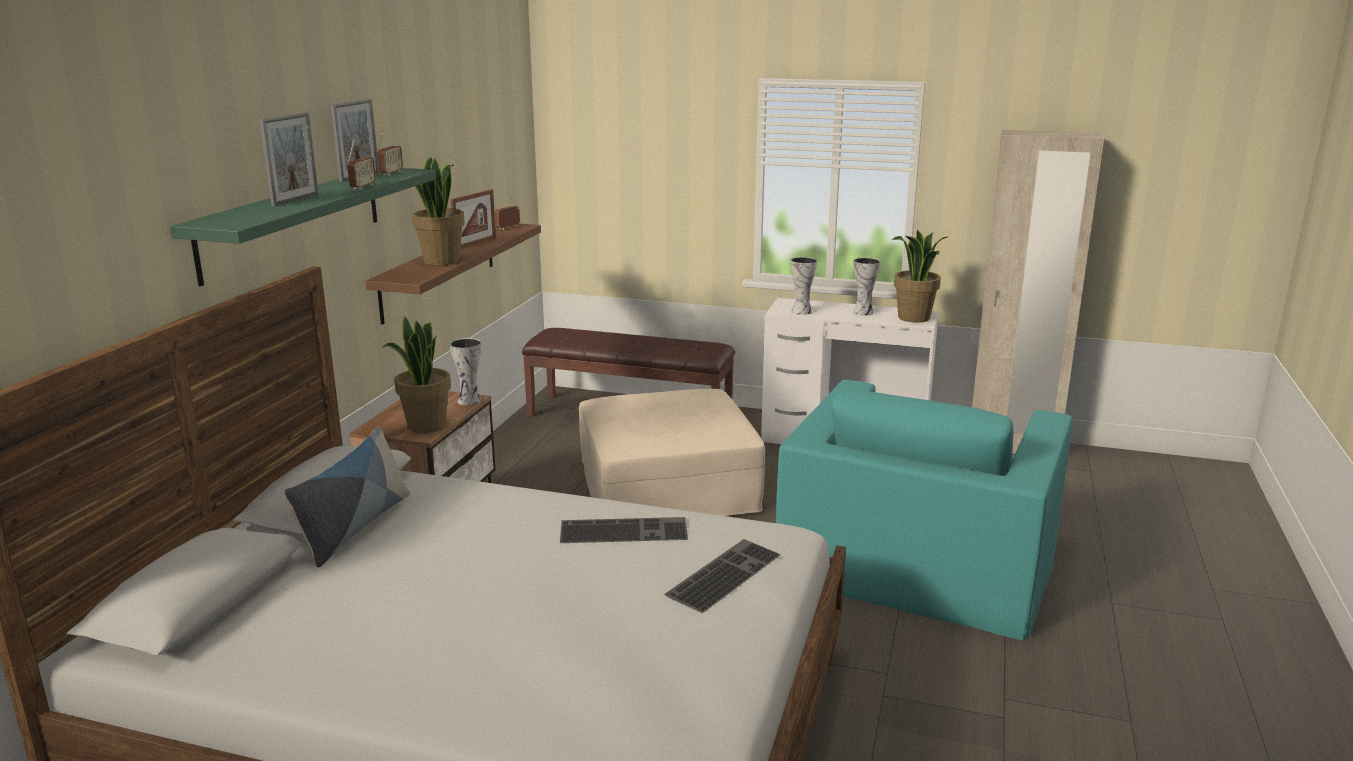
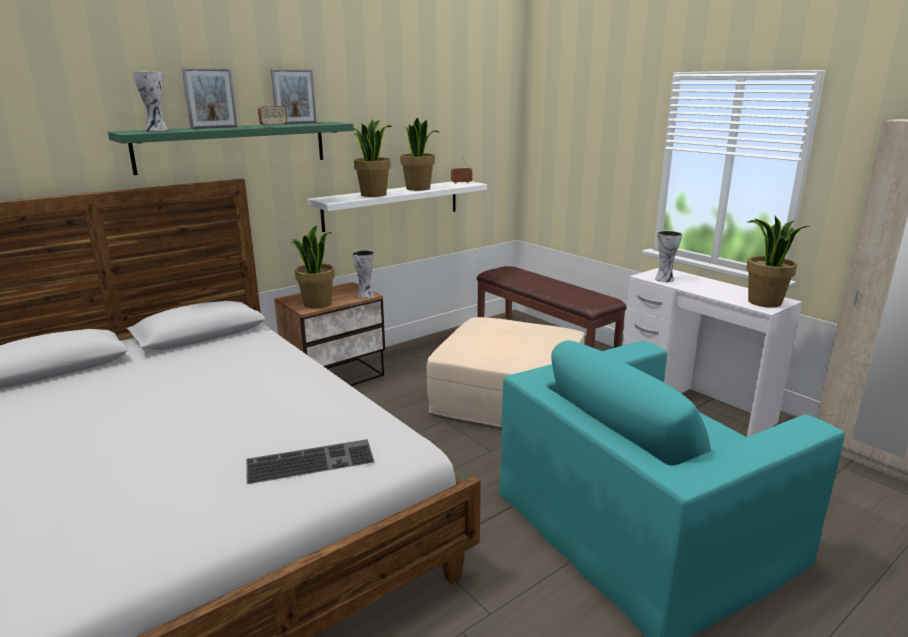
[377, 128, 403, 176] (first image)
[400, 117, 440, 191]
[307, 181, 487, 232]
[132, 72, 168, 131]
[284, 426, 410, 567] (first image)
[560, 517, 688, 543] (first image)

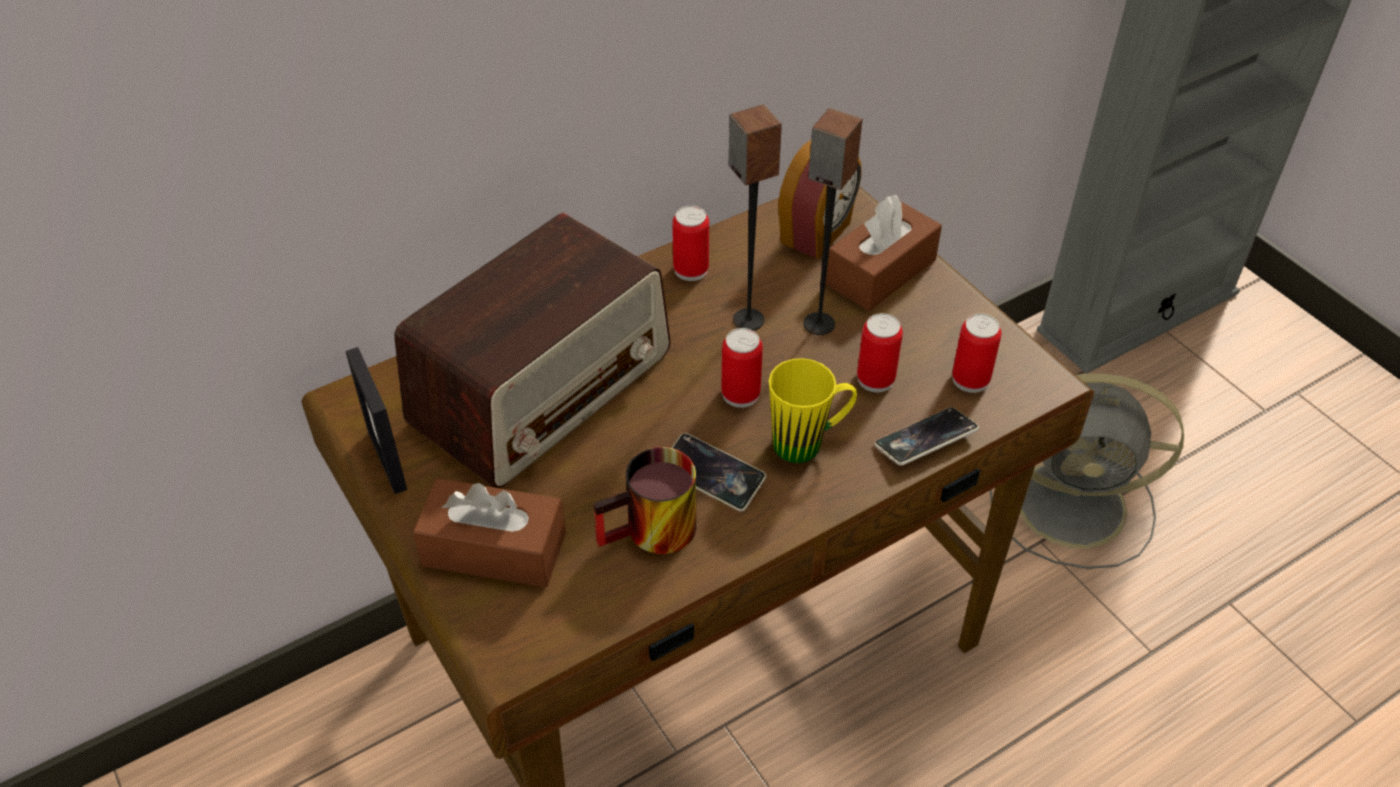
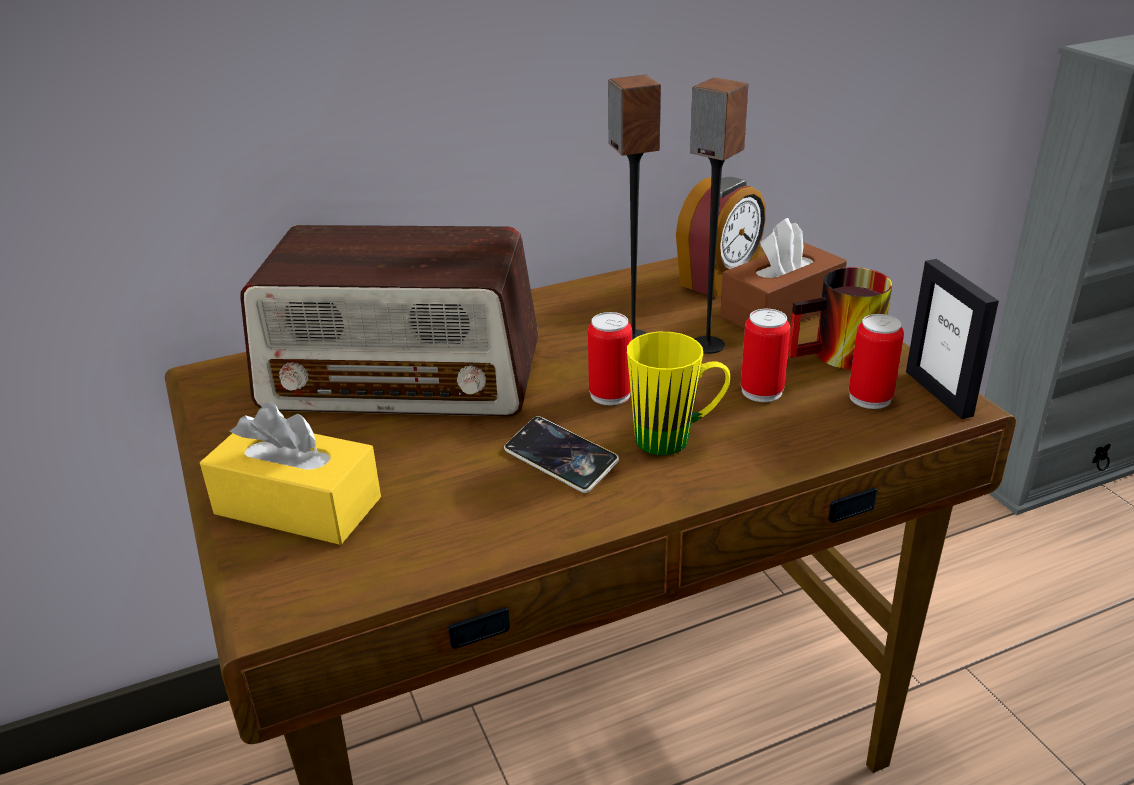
[672, 206, 709, 281] (first image)
[240, 225, 538, 417]
[906, 259, 999, 419]
[990, 373, 1184, 569] (first image)
[874, 407, 979, 466] (first image)
[788, 267, 893, 370]
[200, 402, 381, 545]

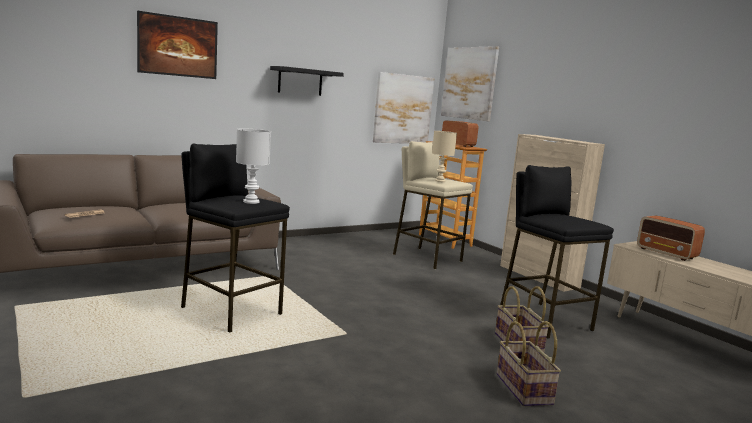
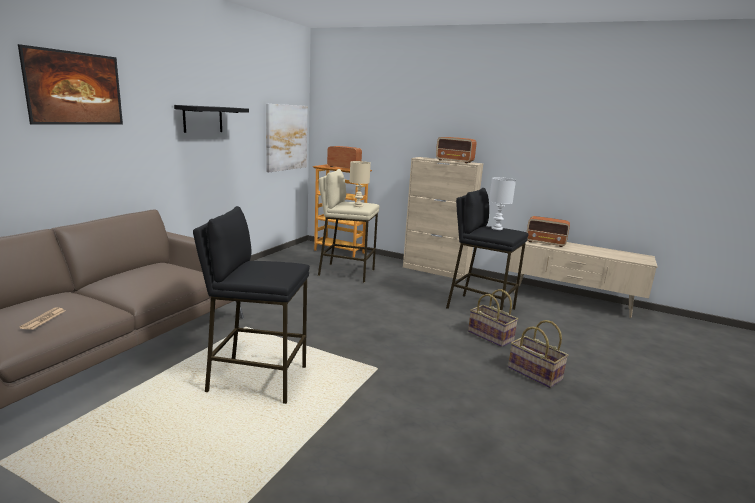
[441, 46, 499, 122] (first image)
[489, 177, 516, 230]
[436, 137, 477, 163]

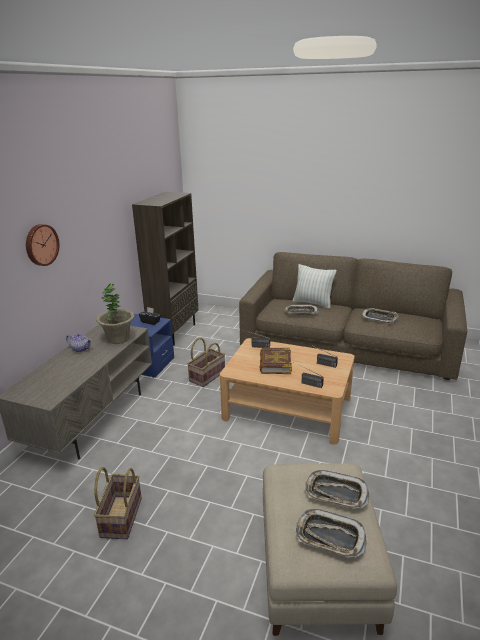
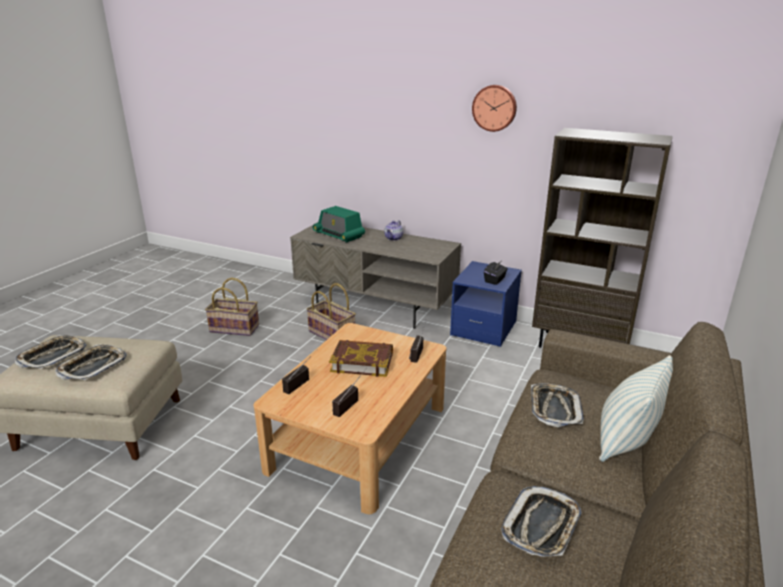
[472, 85, 517, 132]
[96, 283, 135, 344] (first image)
[306, 283, 356, 340]
[312, 206, 365, 243]

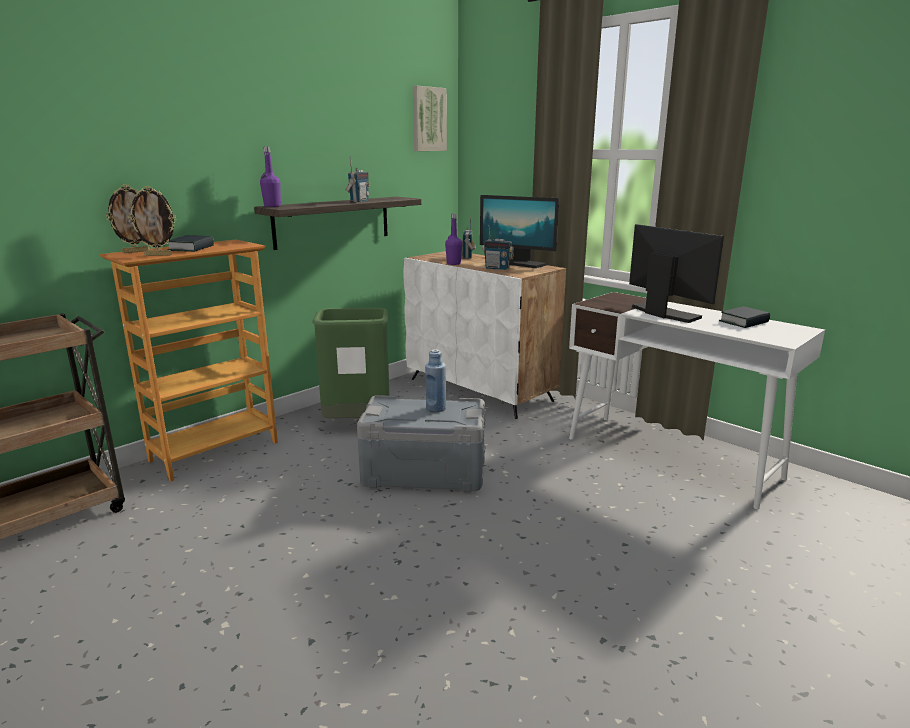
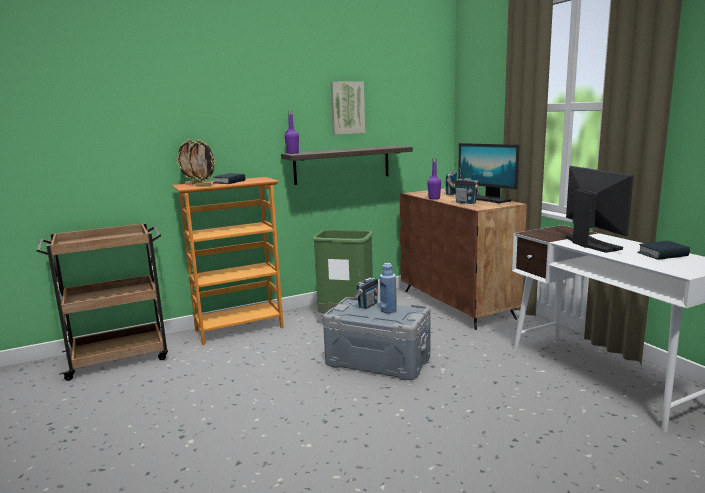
[331, 81, 365, 135]
[354, 270, 378, 309]
[400, 188, 527, 330]

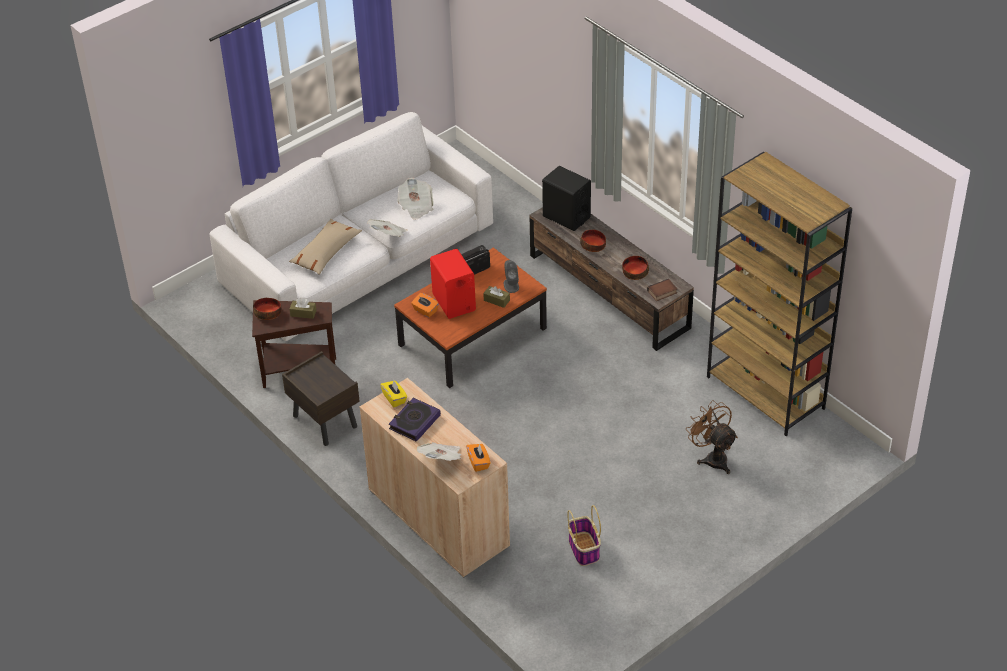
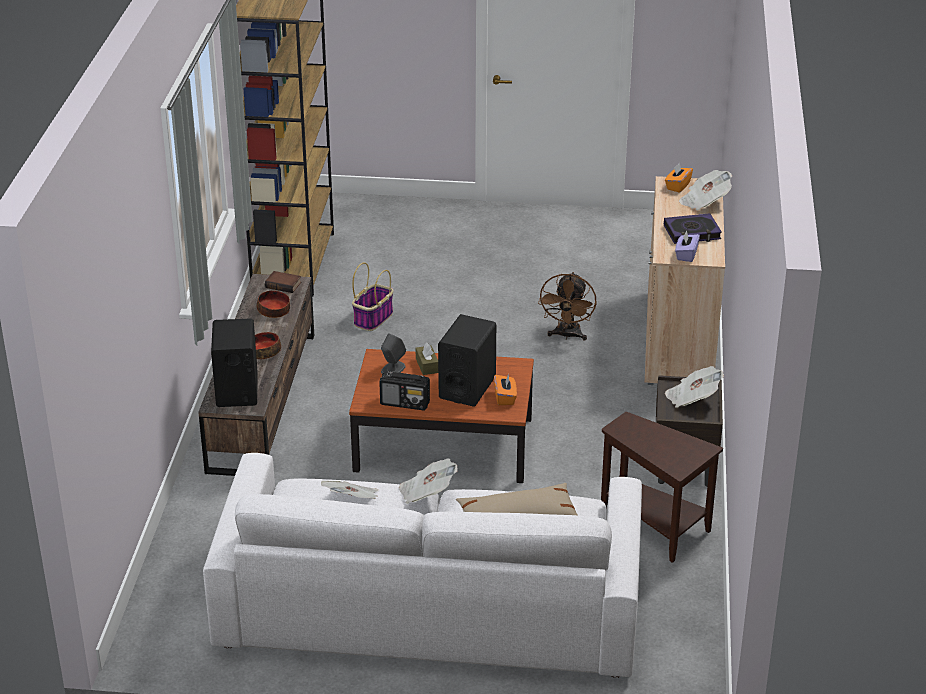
[438, 314, 496, 407]
[253, 298, 281, 320] (first image)
[290, 298, 317, 319] (first image)
[675, 230, 700, 262]
[538, 272, 597, 341]
[352, 263, 393, 331]
[665, 366, 724, 408]

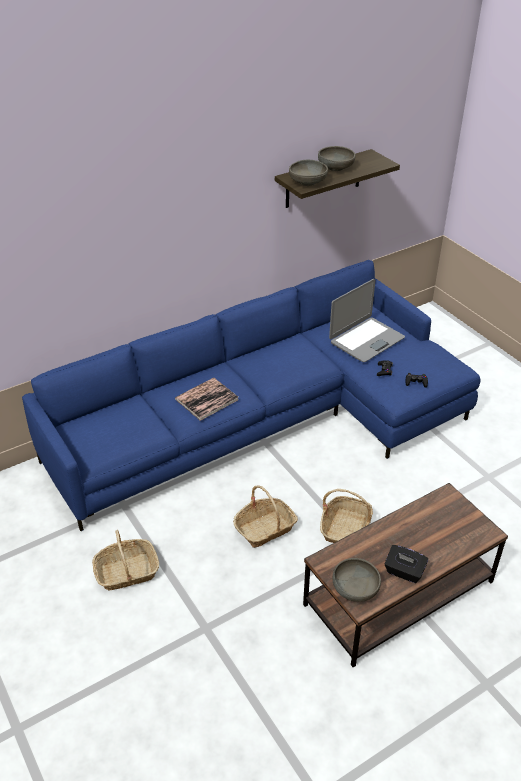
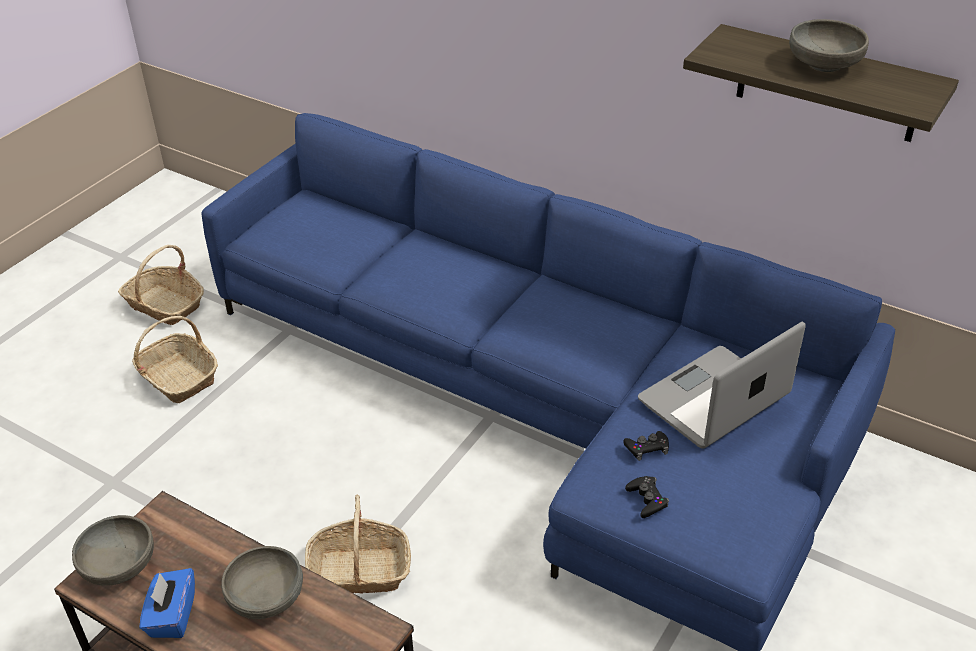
[221, 546, 303, 619]
[638, 322, 806, 449]
[175, 378, 239, 421] (first image)
[118, 245, 204, 325]
[139, 568, 195, 638]

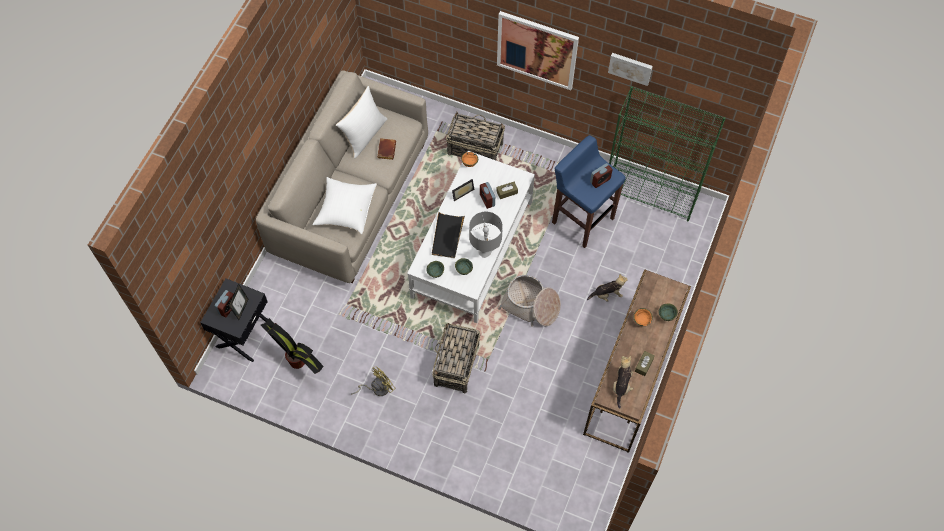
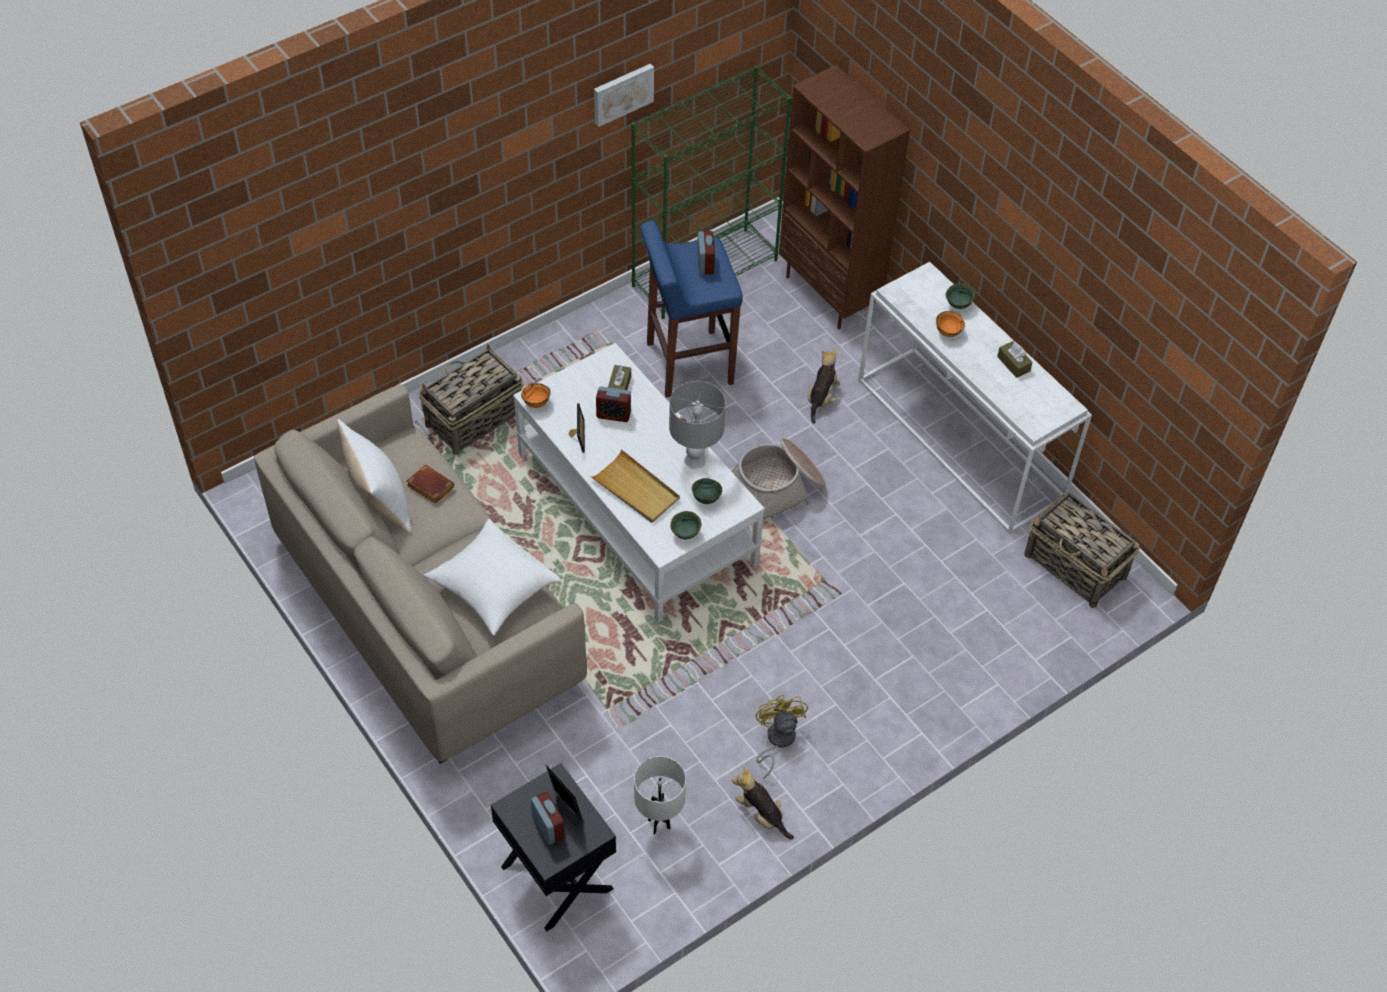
[497, 11, 579, 90] (first image)
[590, 449, 680, 523]
[858, 262, 1092, 535]
[634, 756, 686, 835]
[1024, 492, 1140, 608]
[732, 767, 794, 840]
[779, 65, 910, 329]

